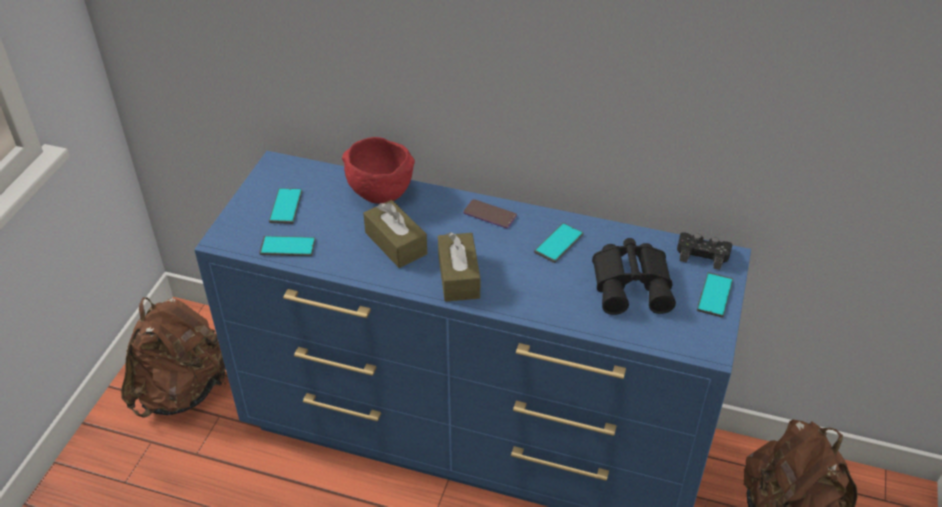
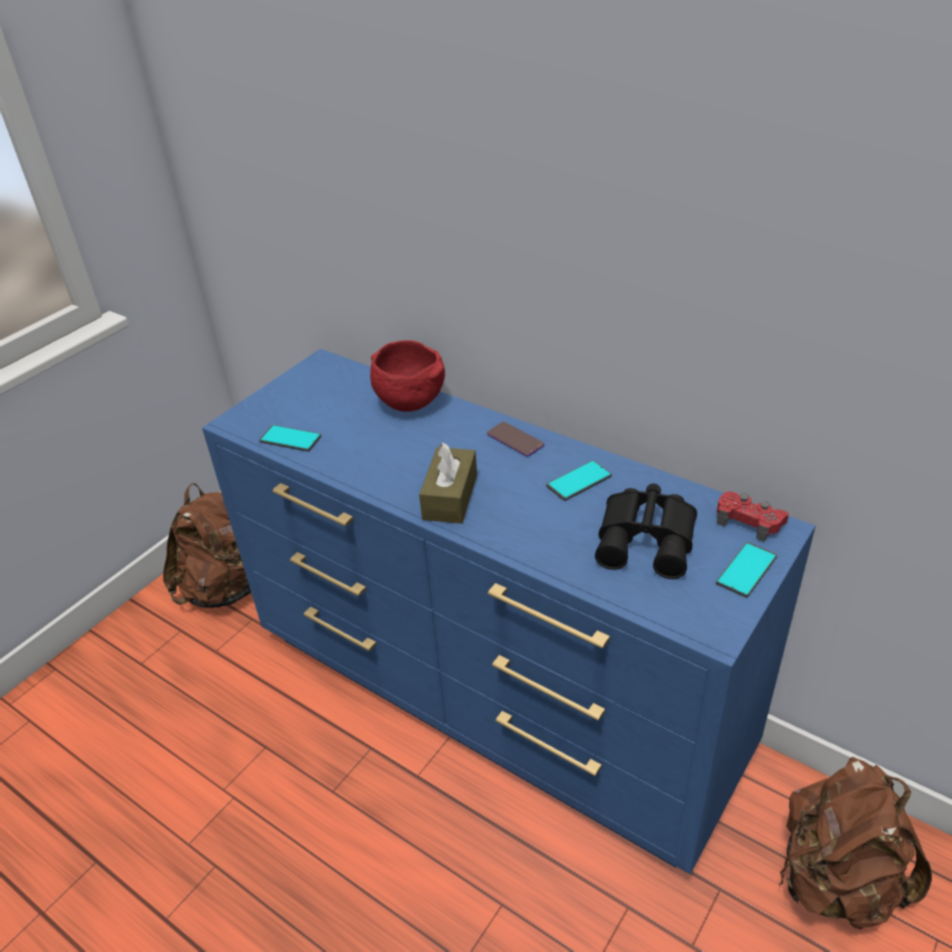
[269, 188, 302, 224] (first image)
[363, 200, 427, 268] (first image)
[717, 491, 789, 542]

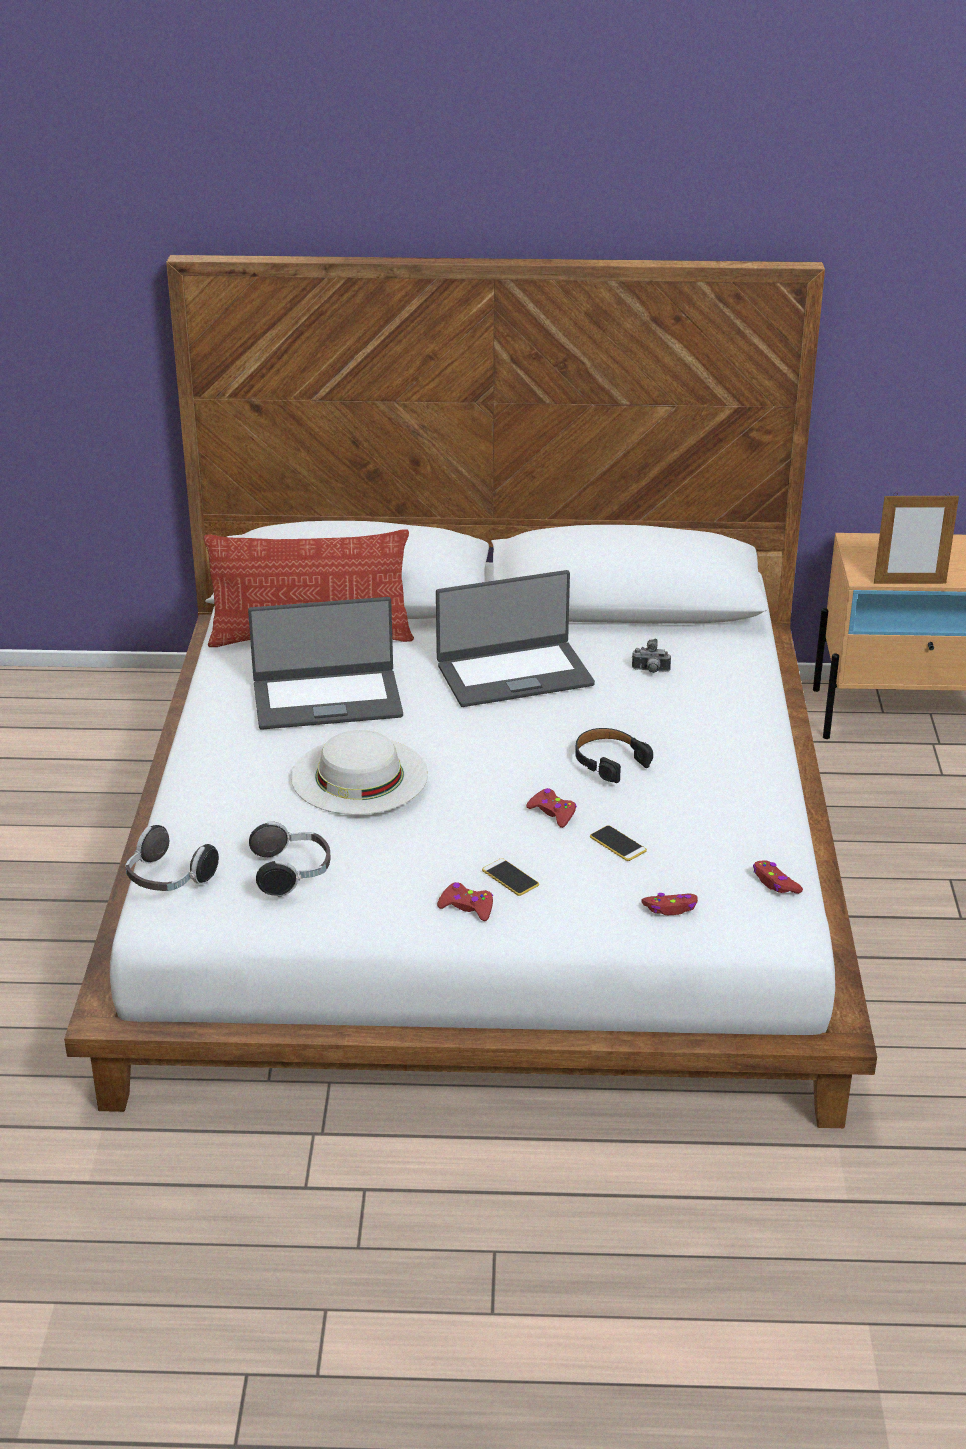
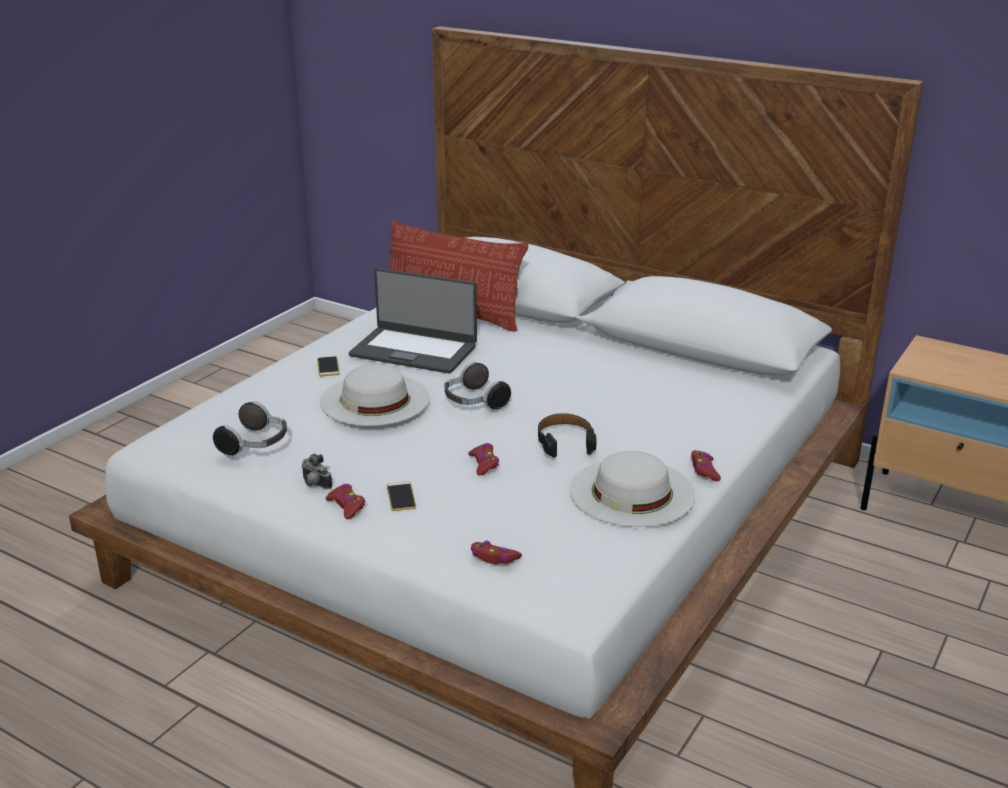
[874, 493, 959, 584] (first image)
[436, 570, 595, 707] (first image)
[301, 454, 332, 489]
[445, 362, 511, 411]
[317, 356, 340, 376]
[691, 450, 721, 481]
[570, 451, 695, 527]

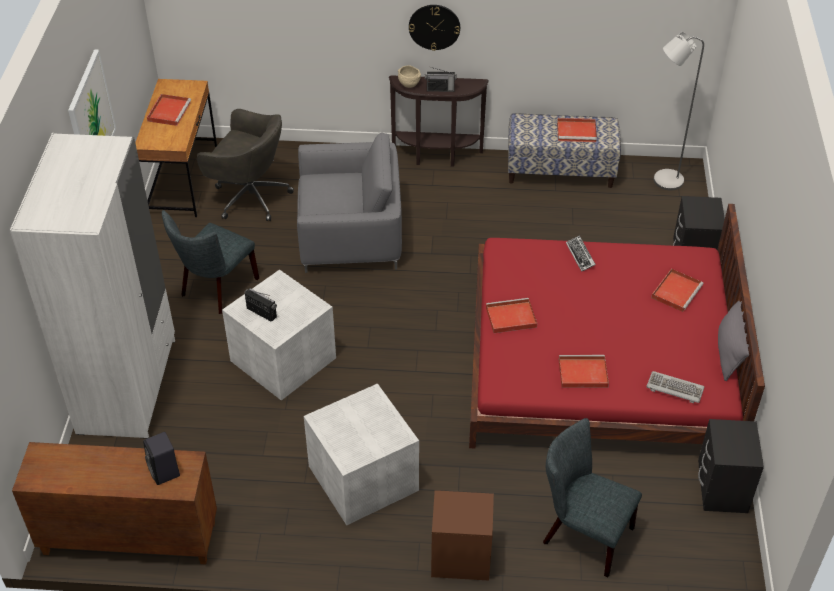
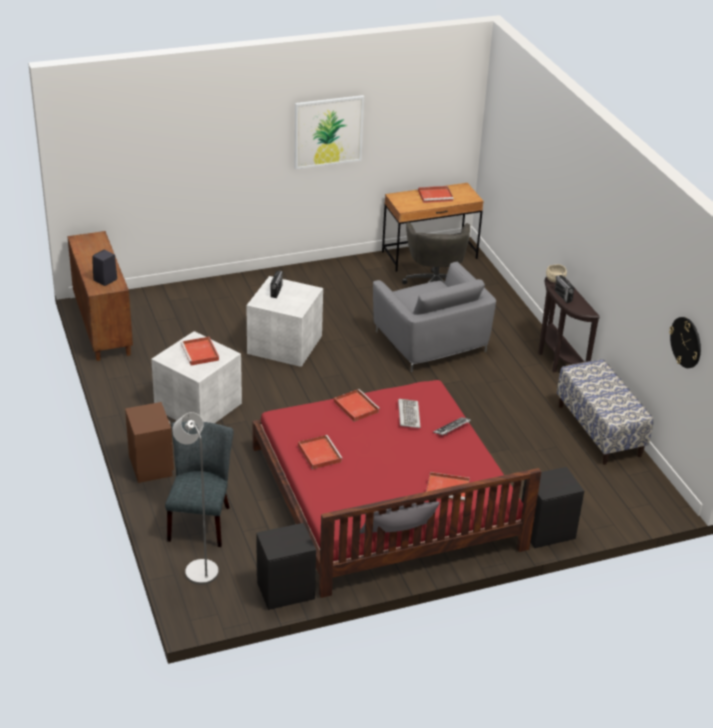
[669, 317, 701, 368]
[172, 412, 219, 585]
[181, 337, 219, 365]
[10, 133, 175, 439] (first image)
[162, 210, 259, 314] (first image)
[398, 399, 421, 428]

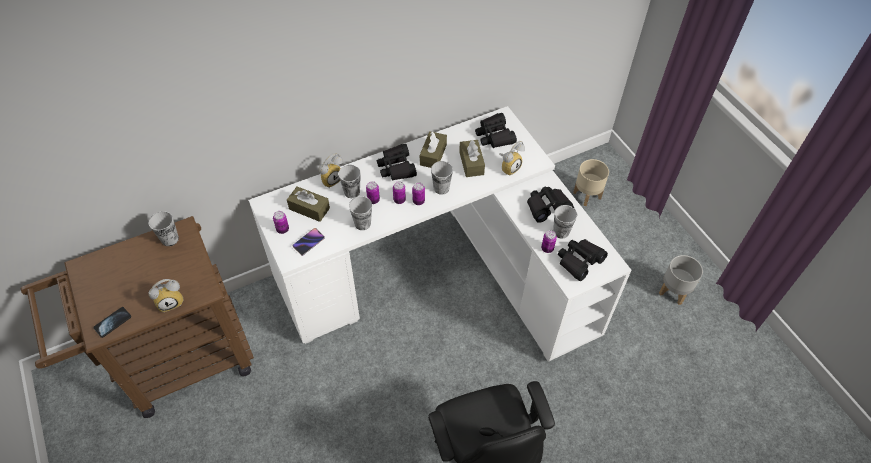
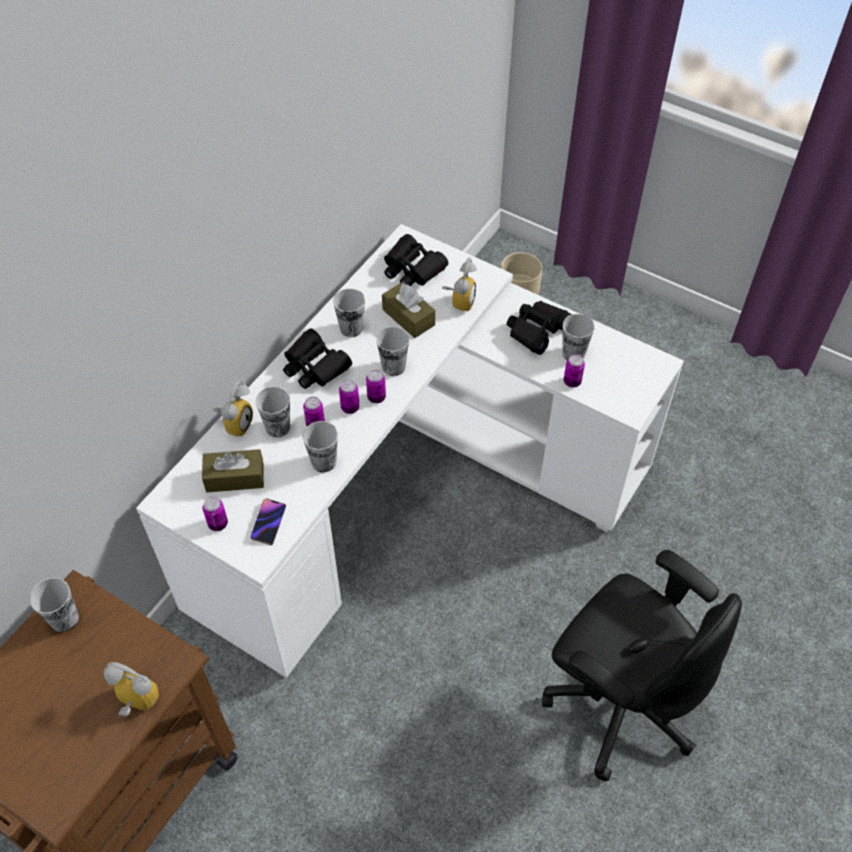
[333, 289, 365, 338]
[558, 239, 608, 281] (first image)
[659, 255, 703, 305] (first image)
[104, 662, 159, 716]
[93, 307, 131, 338] (first image)

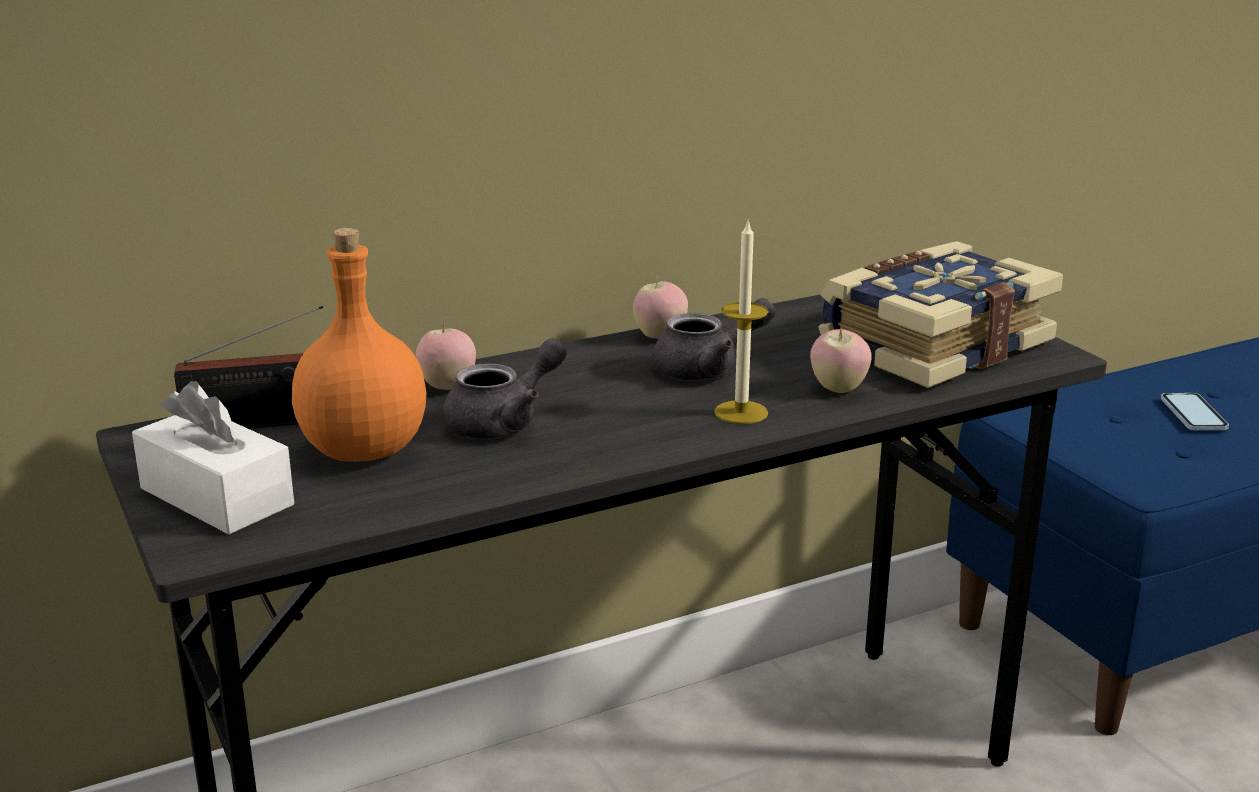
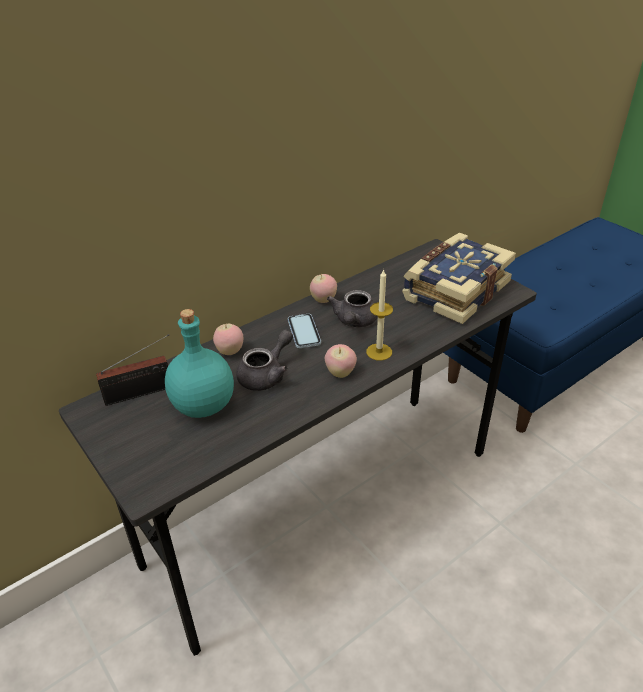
[165, 309, 234, 418]
[327, 290, 378, 327]
[325, 344, 357, 378]
[132, 381, 294, 534] (first image)
[288, 314, 321, 348]

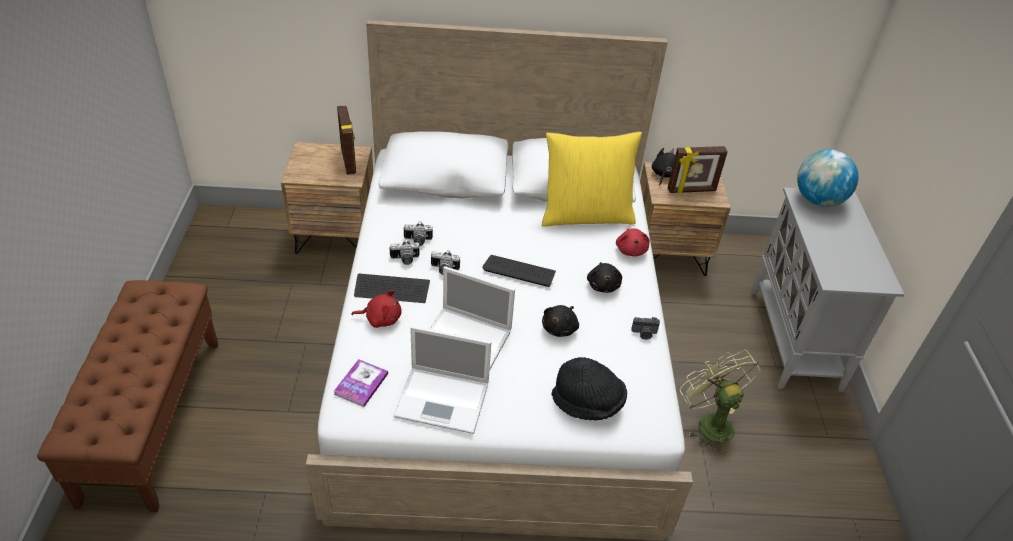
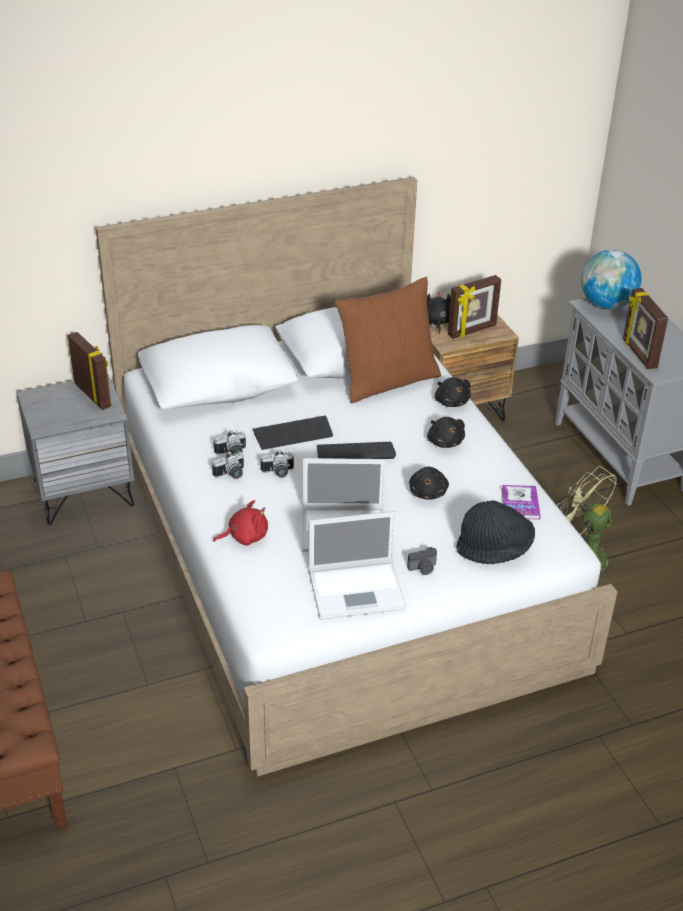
[335, 277, 441, 404]
[16, 374, 134, 525]
[435, 377, 471, 407]
[253, 416, 333, 450]
[407, 547, 437, 575]
[501, 485, 541, 520]
[623, 288, 668, 369]

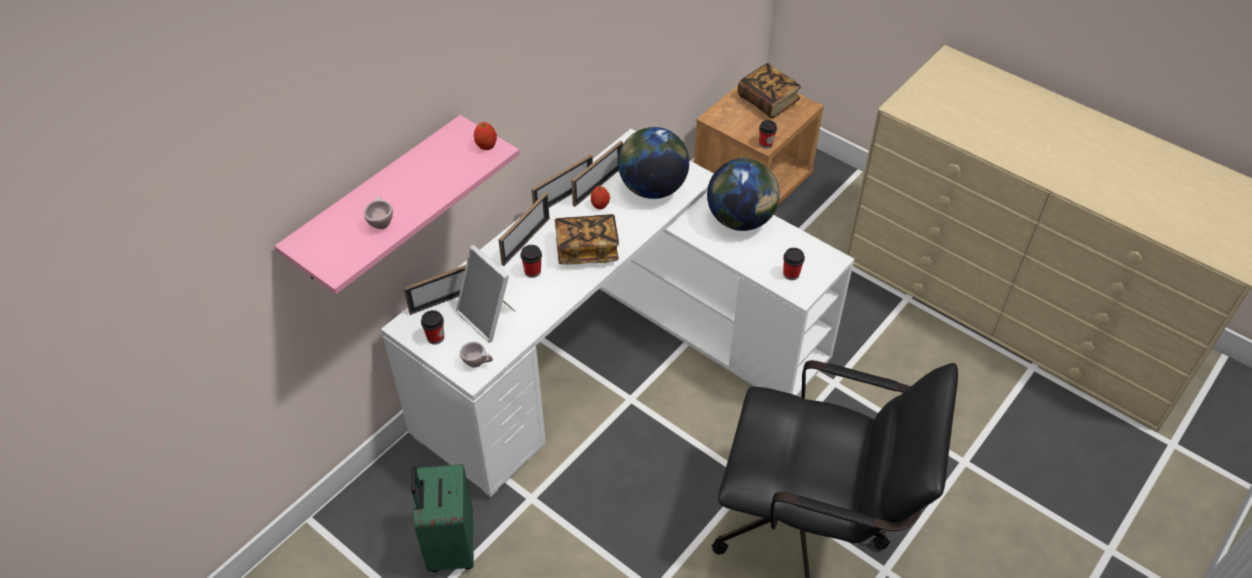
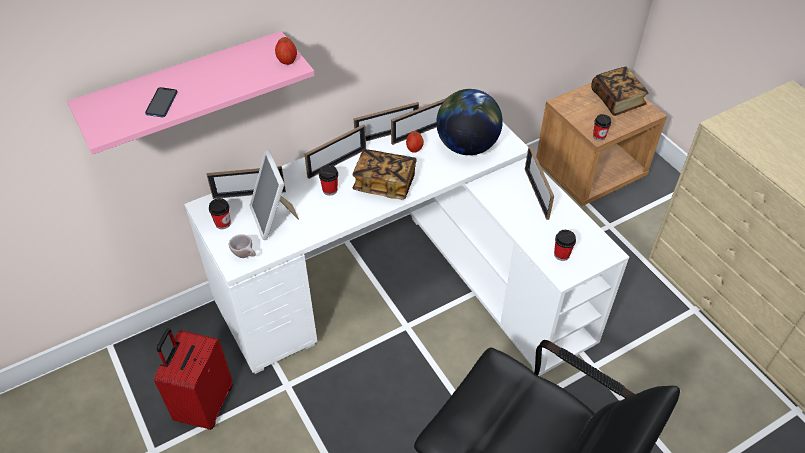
[525, 146, 554, 220]
[145, 87, 177, 117]
[154, 329, 232, 430]

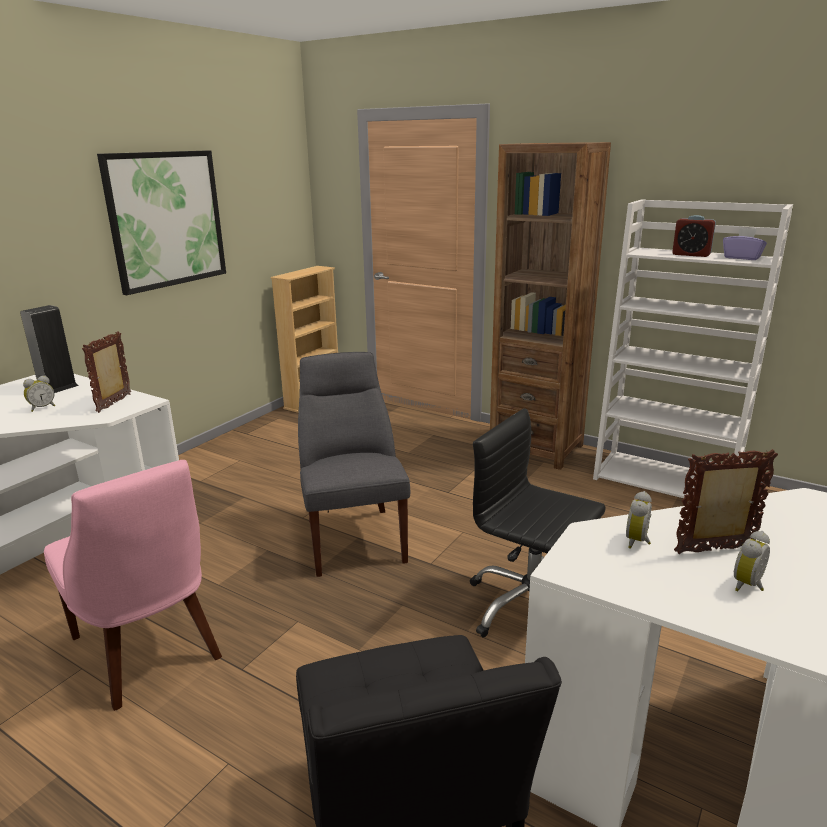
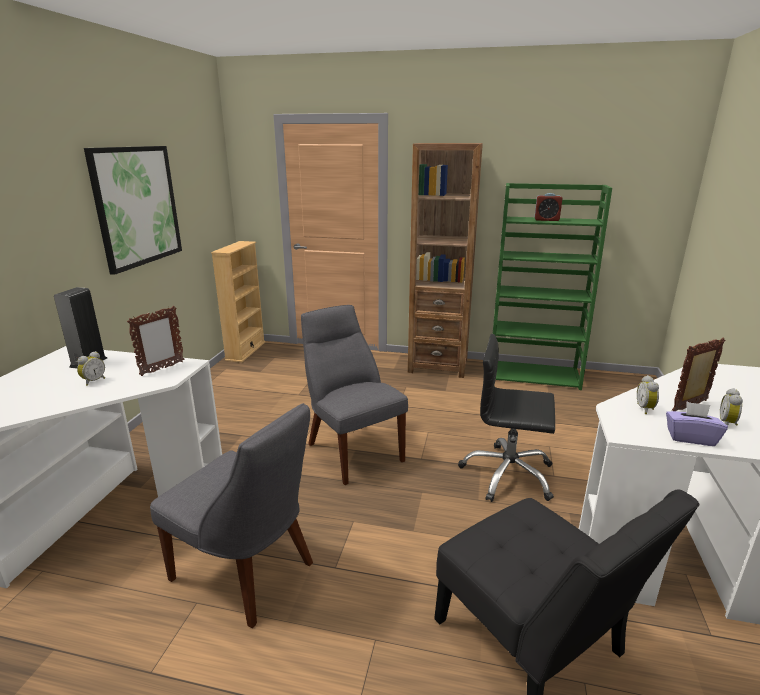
[493, 183, 612, 390]
[666, 402, 728, 446]
[127, 306, 184, 376]
[150, 403, 313, 628]

